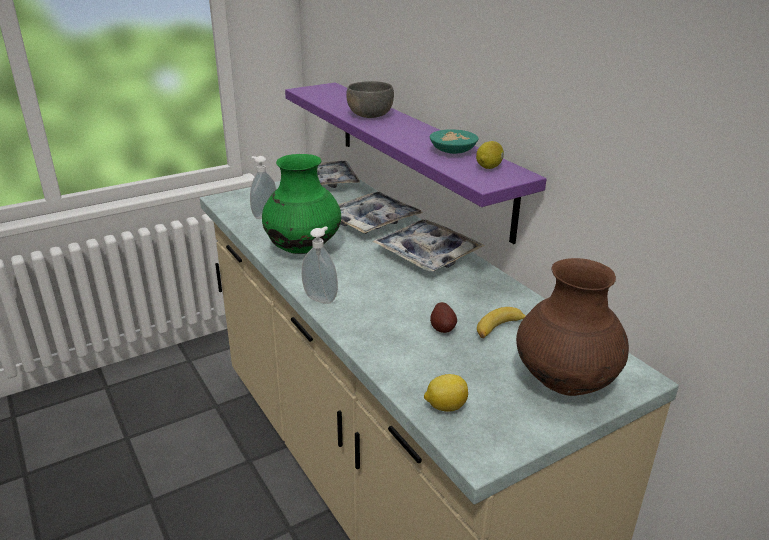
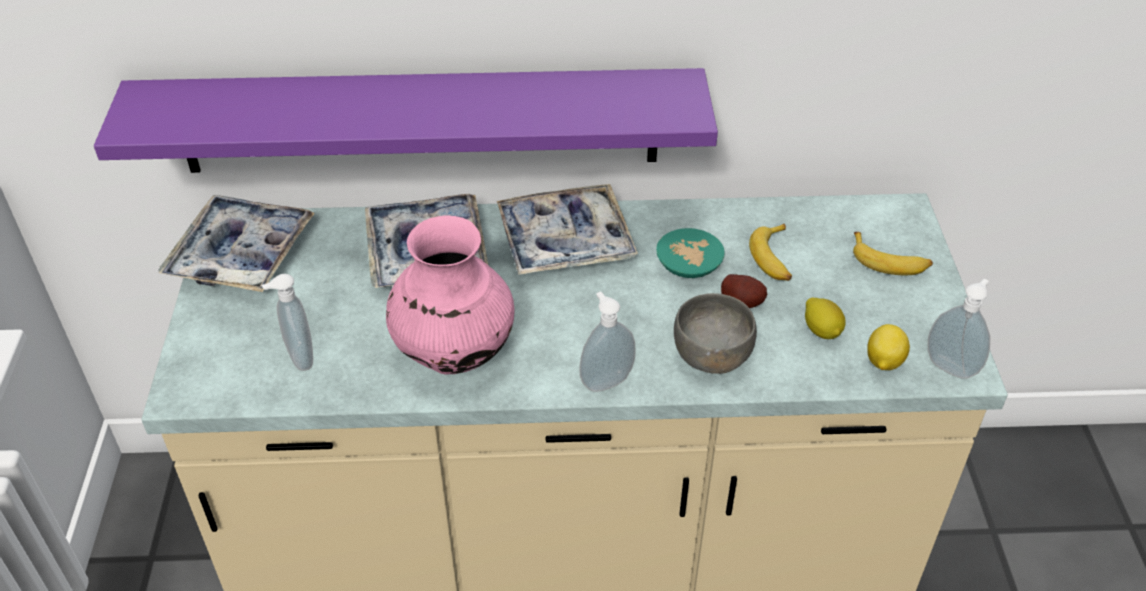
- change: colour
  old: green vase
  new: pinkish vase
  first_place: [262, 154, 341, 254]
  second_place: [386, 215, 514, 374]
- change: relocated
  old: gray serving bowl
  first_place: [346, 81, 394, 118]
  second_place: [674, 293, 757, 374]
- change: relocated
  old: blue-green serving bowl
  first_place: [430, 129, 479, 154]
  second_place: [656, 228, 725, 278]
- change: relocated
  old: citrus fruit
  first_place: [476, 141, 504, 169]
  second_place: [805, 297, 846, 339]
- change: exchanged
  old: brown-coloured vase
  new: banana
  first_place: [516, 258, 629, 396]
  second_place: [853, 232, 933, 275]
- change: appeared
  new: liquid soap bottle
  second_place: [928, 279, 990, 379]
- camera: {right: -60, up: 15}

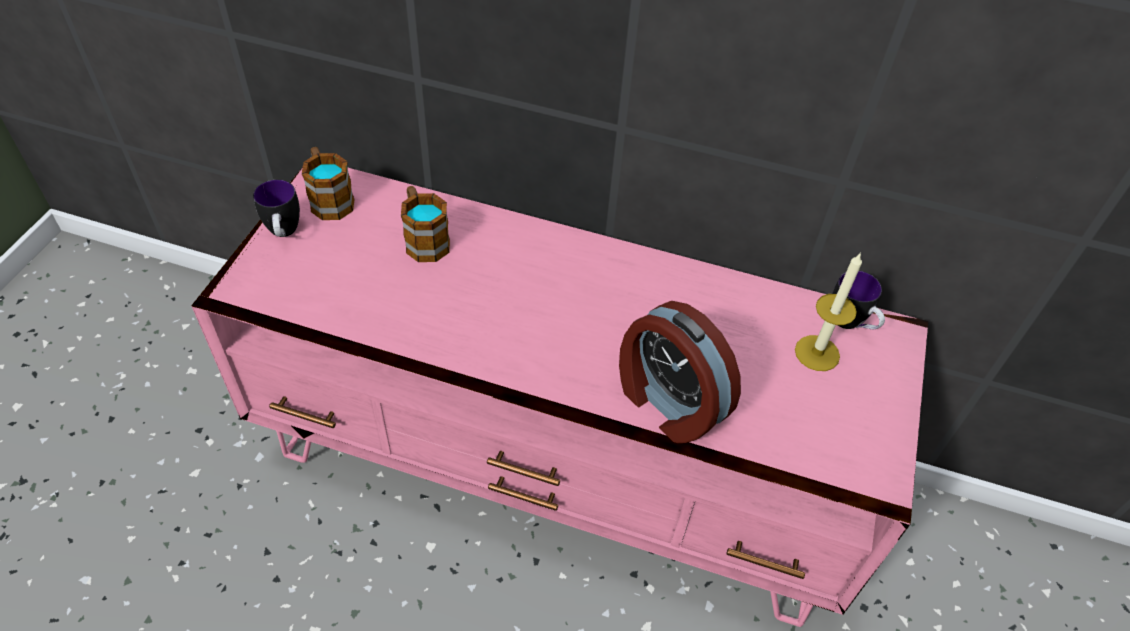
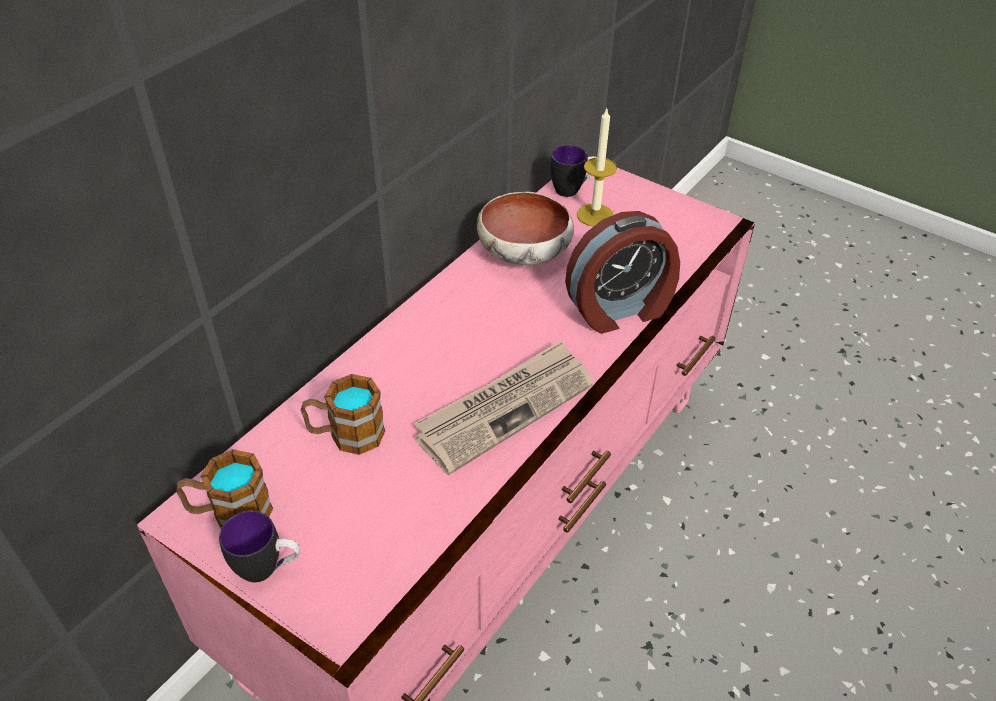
- change: appeared
  new: printed paper
  second_place: [414, 340, 593, 475]
- change: appeared
  new: serving bowl
  second_place: [477, 192, 574, 265]
- camera: {right: -70, up: -5}

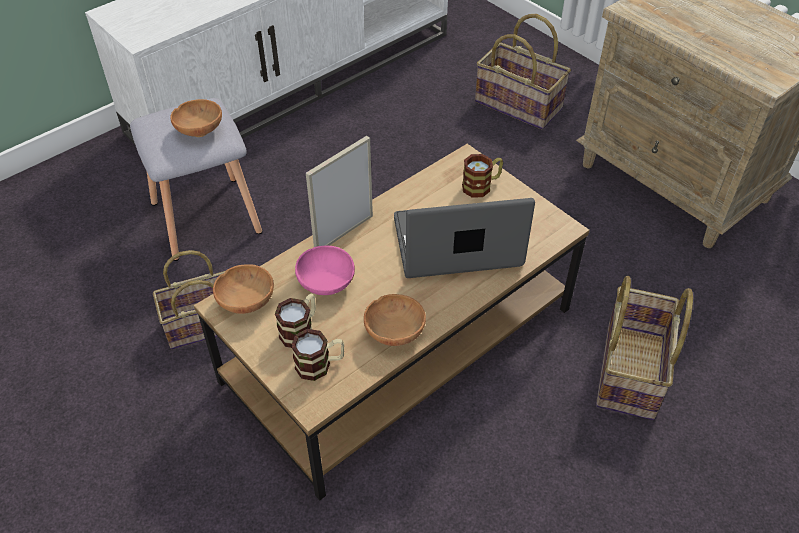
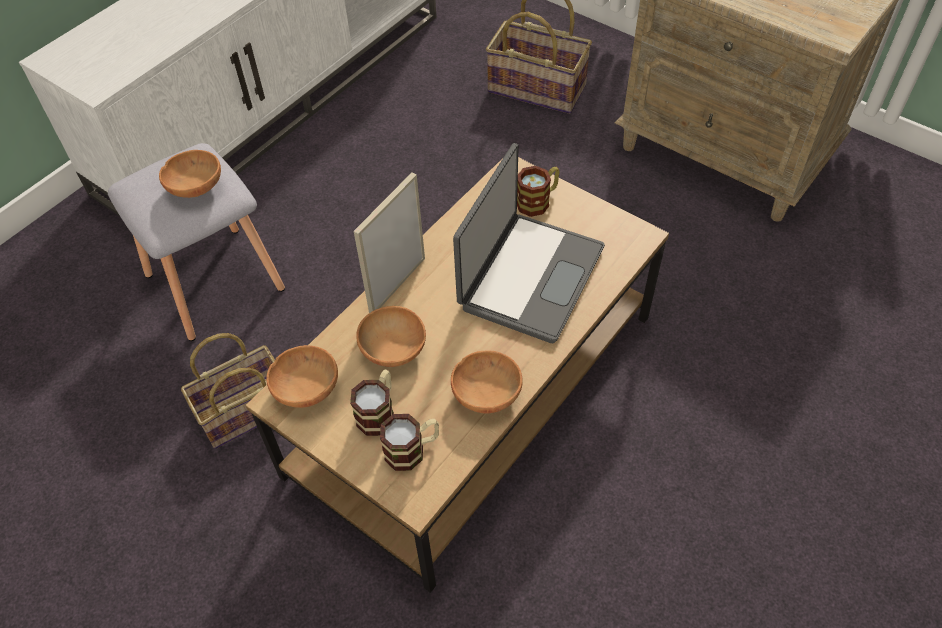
- change: colour
  old: pinkish serving bowl
  new: brown-coloured serving bowl
  first_place: [295, 246, 355, 295]
  second_place: [356, 306, 426, 367]
- change: spun
  old: portable computer
  first_place: [394, 198, 535, 278]
  second_place: [453, 143, 605, 343]
  degrees: 135
- change: missing
  old: storage basket
  first_place: [596, 276, 693, 420]
- camera: {right: -10, up: 5}

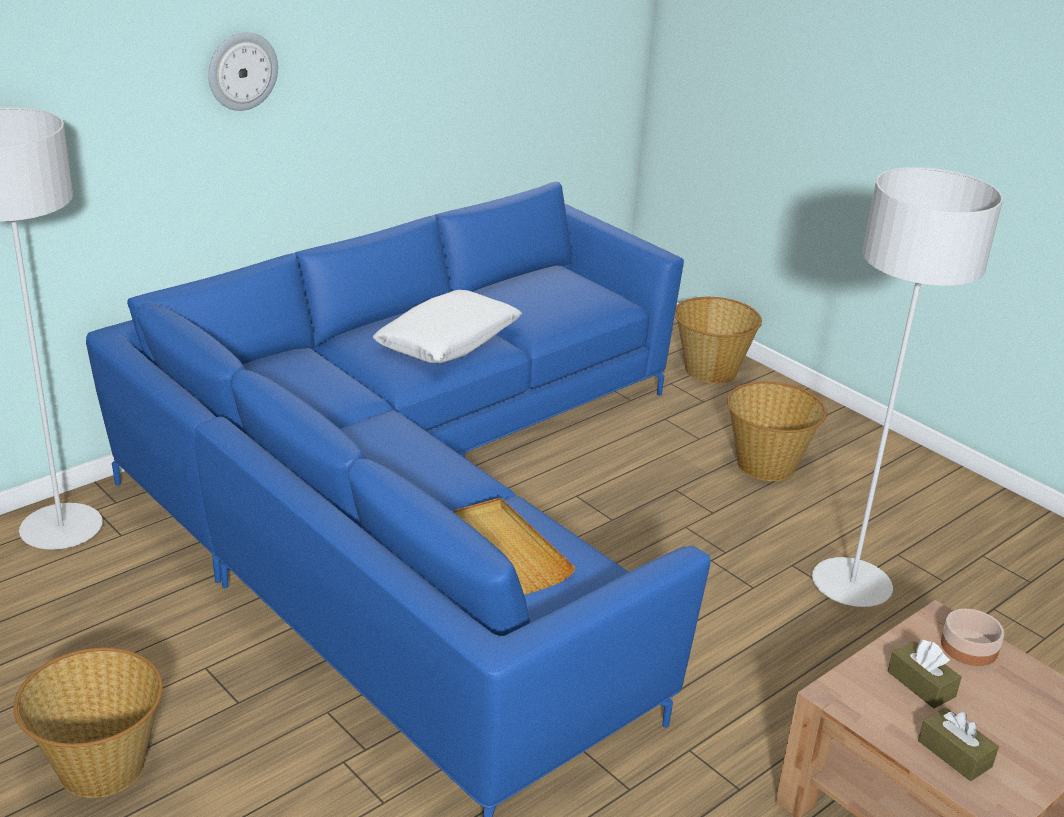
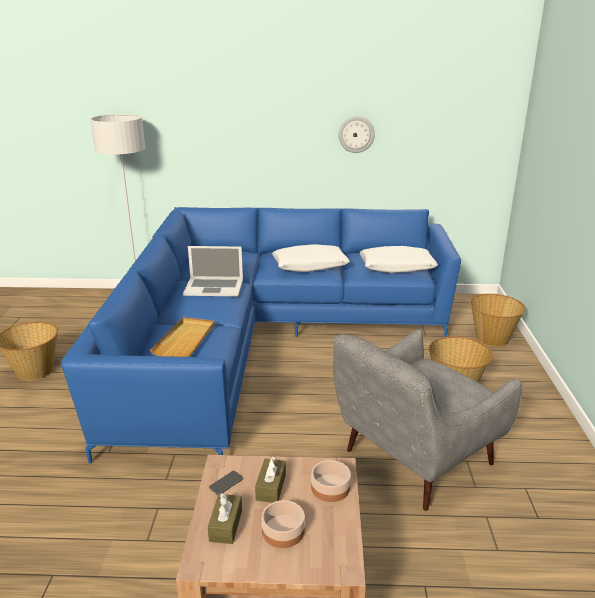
- change: relocated
  old: hanging clock
  first_place: [208, 32, 278, 111]
  second_place: [339, 116, 375, 153]
- change: exchanged
  old: gray standing lamp
  new: gray lounge chair
  first_place: [812, 167, 1003, 607]
  second_place: [333, 329, 523, 511]
- change: appeared
  new: portable computer
  second_place: [183, 246, 243, 296]
- change: appeared
  new: phone
  second_place: [209, 471, 243, 495]
- change: appeared
  new: serving bowl
  second_place: [262, 500, 305, 548]
- change: appeared
  new: white pillow
  second_place: [360, 246, 438, 273]
- camera: {right: 45, up: -5}

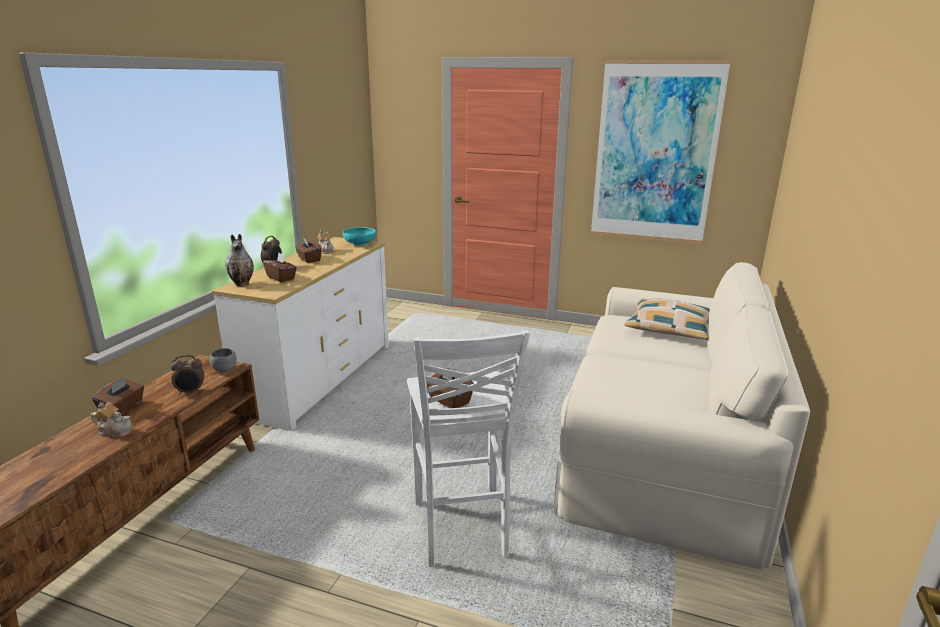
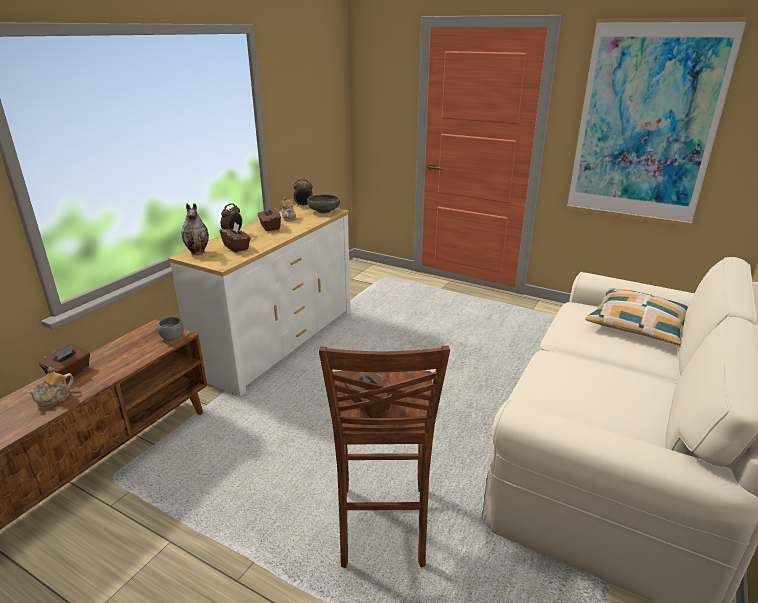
- change: spun
  old: tea pot
  first_place: [91, 402, 132, 437]
  second_place: [27, 367, 73, 407]
  degrees: 105
- change: relocated
  old: table clock
  first_place: [170, 355, 204, 395]
  second_place: [293, 179, 313, 207]
- change: colour
  old: blue-green serving bowl
  new: gray serving bowl
  first_place: [343, 227, 376, 246]
  second_place: [307, 194, 340, 213]
- change: colour
  old: white sitting stool
  new: brown-coloured sitting stool
  first_place: [407, 330, 530, 567]
  second_place: [319, 346, 450, 568]
- camera: {right: 10, up: 5}

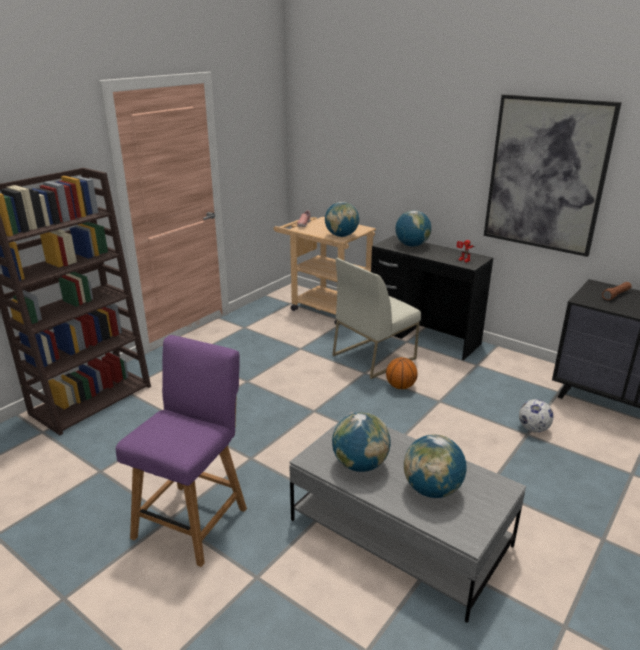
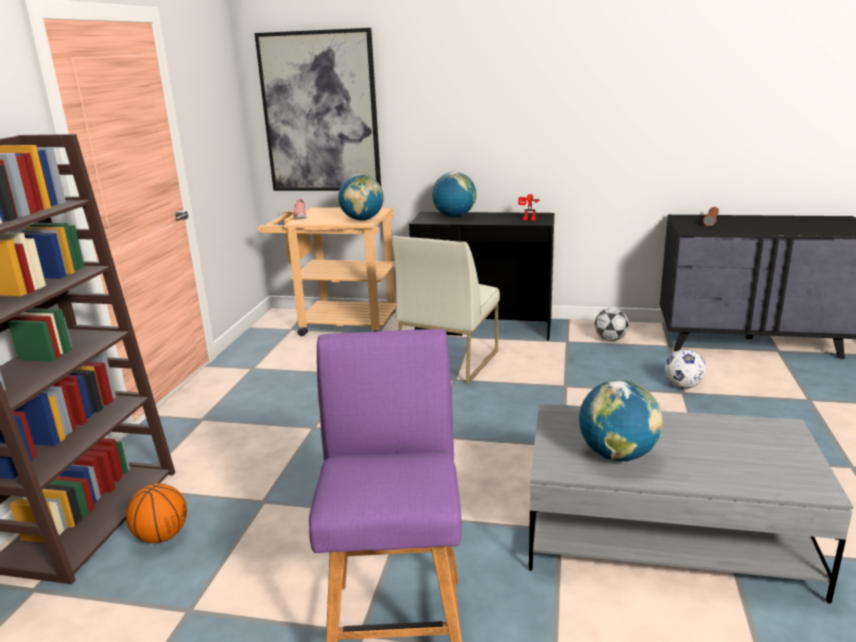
- change: relocated
  old: basketball ball
  first_place: [386, 357, 418, 389]
  second_place: [126, 483, 187, 543]
- change: missing
  old: desk globe
  first_place: [404, 435, 467, 498]
- change: relocated
  old: wall art
  first_place: [484, 94, 622, 257]
  second_place: [255, 28, 381, 191]
- change: appeared
  new: football ball
  second_place: [595, 308, 629, 341]
- camera: {right: -25, up: -5}

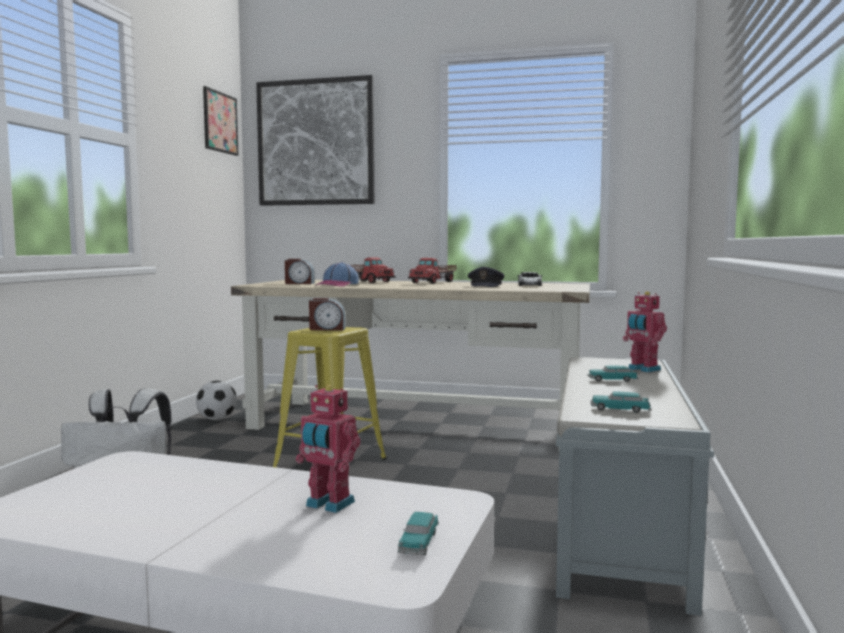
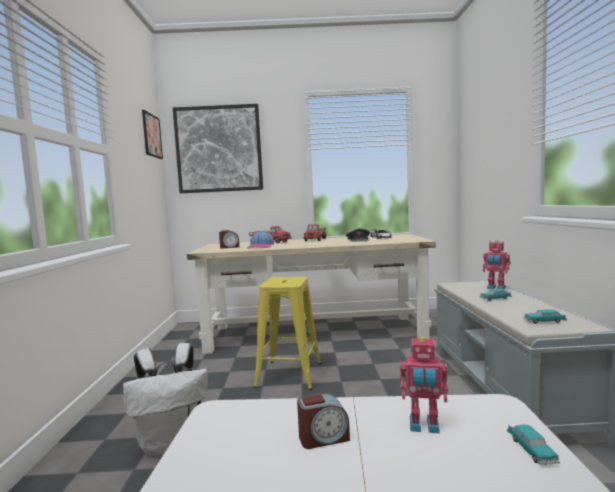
- change: missing
  old: football ball
  first_place: [196, 381, 237, 420]
- change: relocated
  old: table clock
  first_place: [309, 298, 346, 330]
  second_place: [297, 393, 350, 449]
- camera: {right: -15, up: 0}

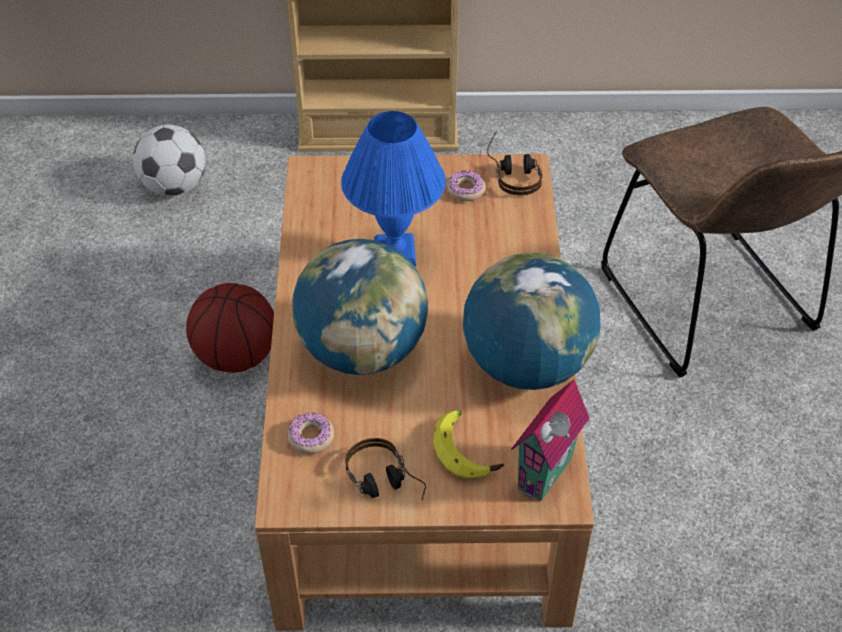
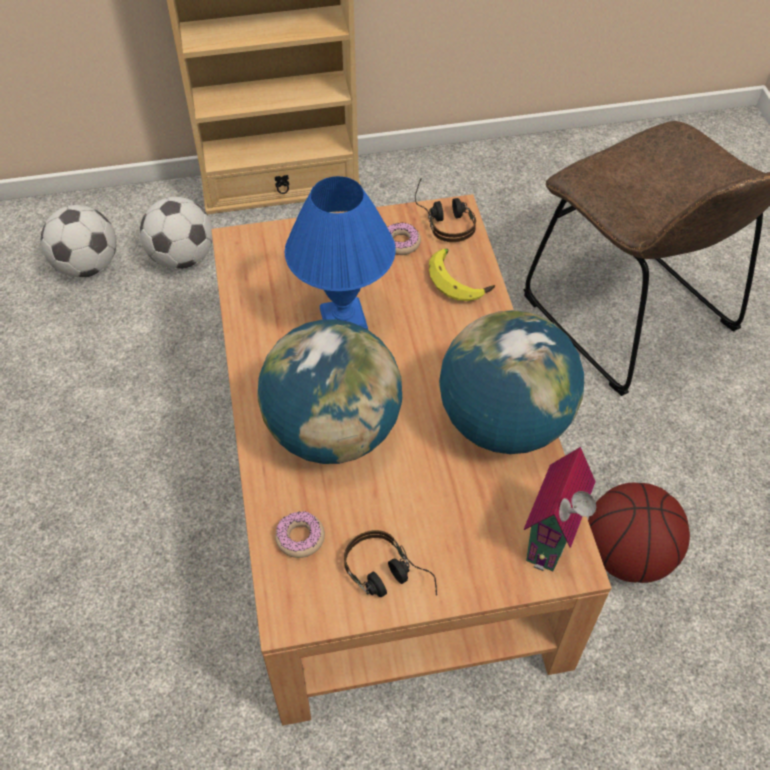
- change: relocated
  old: basketball ball
  first_place: [186, 283, 274, 373]
  second_place: [588, 483, 690, 583]
- change: relocated
  old: banana
  first_place: [433, 410, 504, 479]
  second_place: [429, 249, 495, 301]
- change: appeared
  new: football ball
  second_place: [140, 197, 213, 269]
- camera: {right: -10, up: 5}

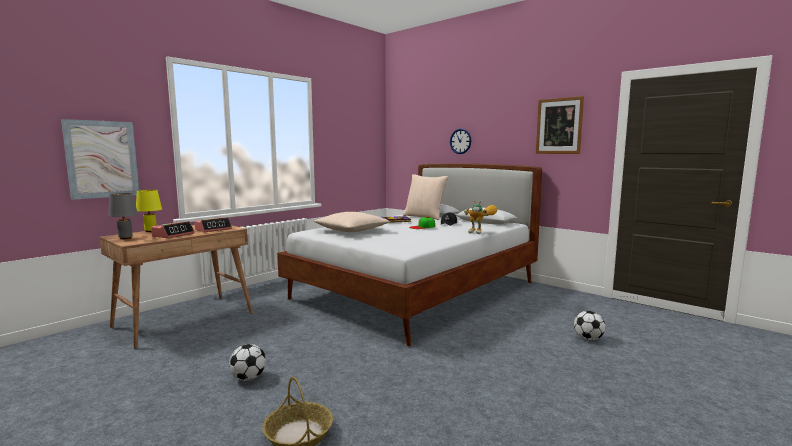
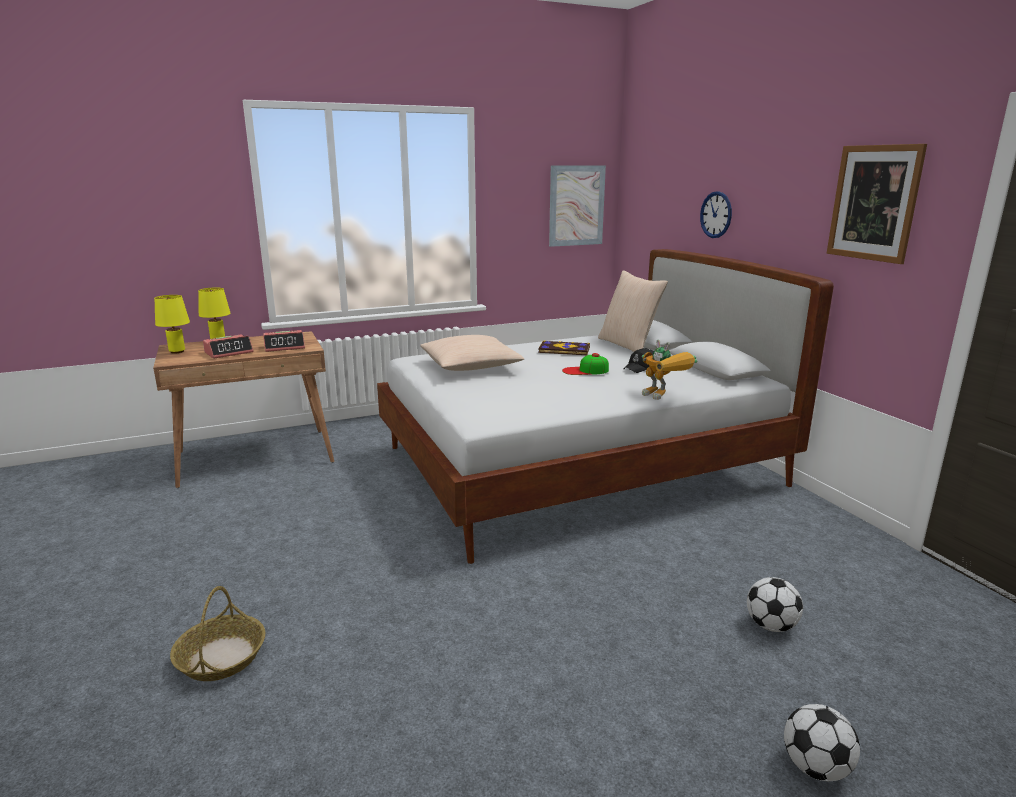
- change: relocated
  old: wall art
  first_place: [61, 119, 139, 200]
  second_place: [549, 166, 606, 247]
- change: colour
  old: gray lamp for a table
  new: yellow-coloured lamp for a table
  first_place: [108, 193, 138, 239]
  second_place: [154, 295, 190, 354]
- change: relocated
  old: football ball
  first_place: [229, 344, 266, 381]
  second_place: [784, 704, 860, 781]
- camera: {right: 25, up: 10}

